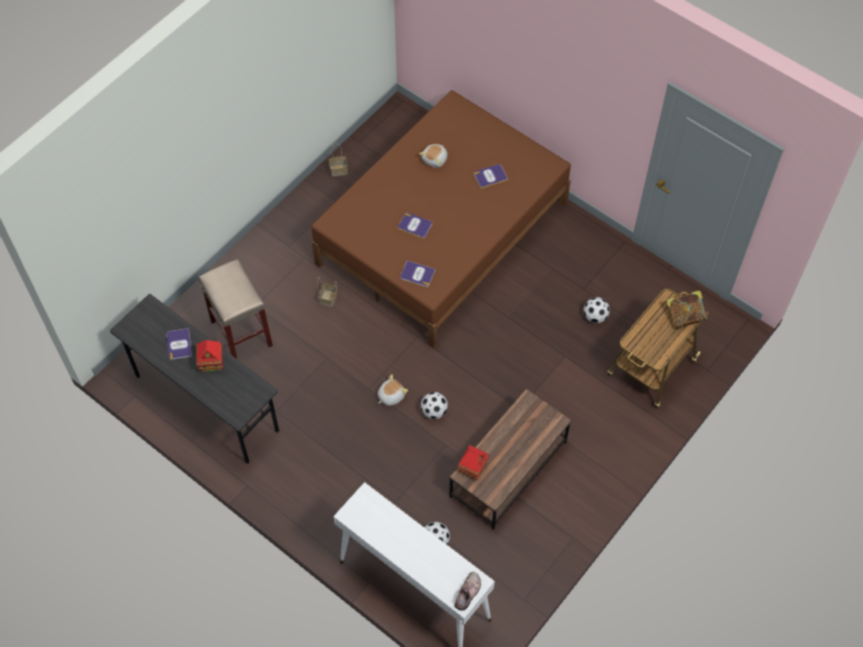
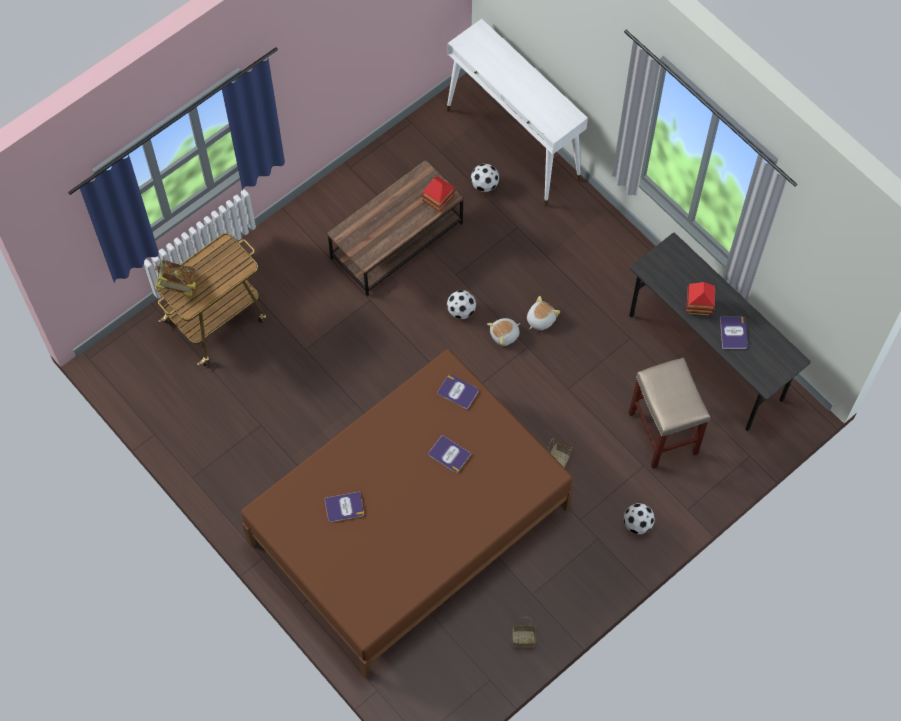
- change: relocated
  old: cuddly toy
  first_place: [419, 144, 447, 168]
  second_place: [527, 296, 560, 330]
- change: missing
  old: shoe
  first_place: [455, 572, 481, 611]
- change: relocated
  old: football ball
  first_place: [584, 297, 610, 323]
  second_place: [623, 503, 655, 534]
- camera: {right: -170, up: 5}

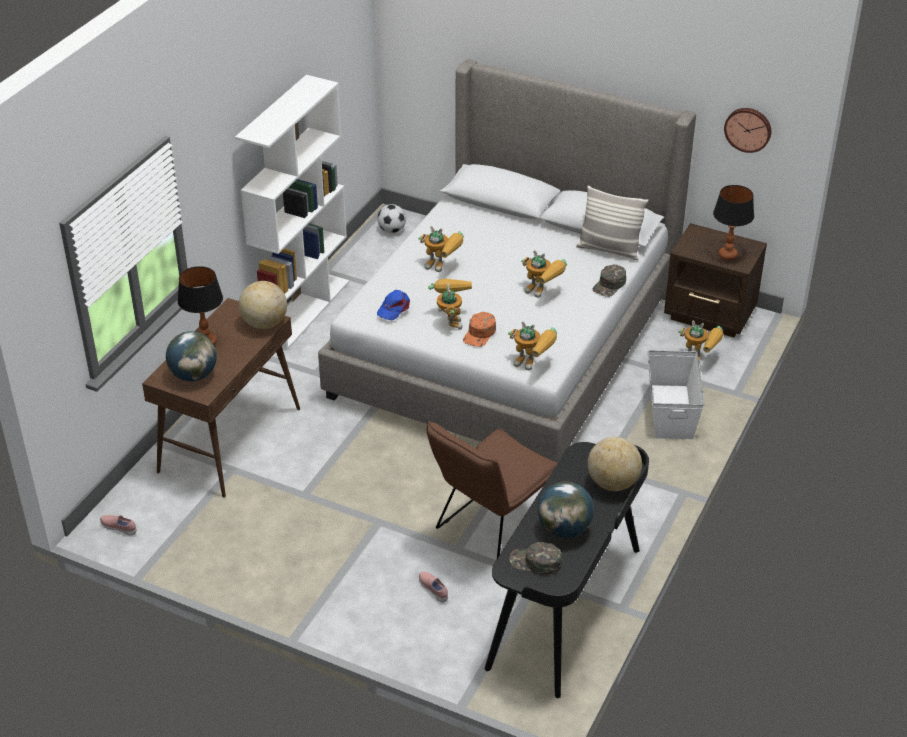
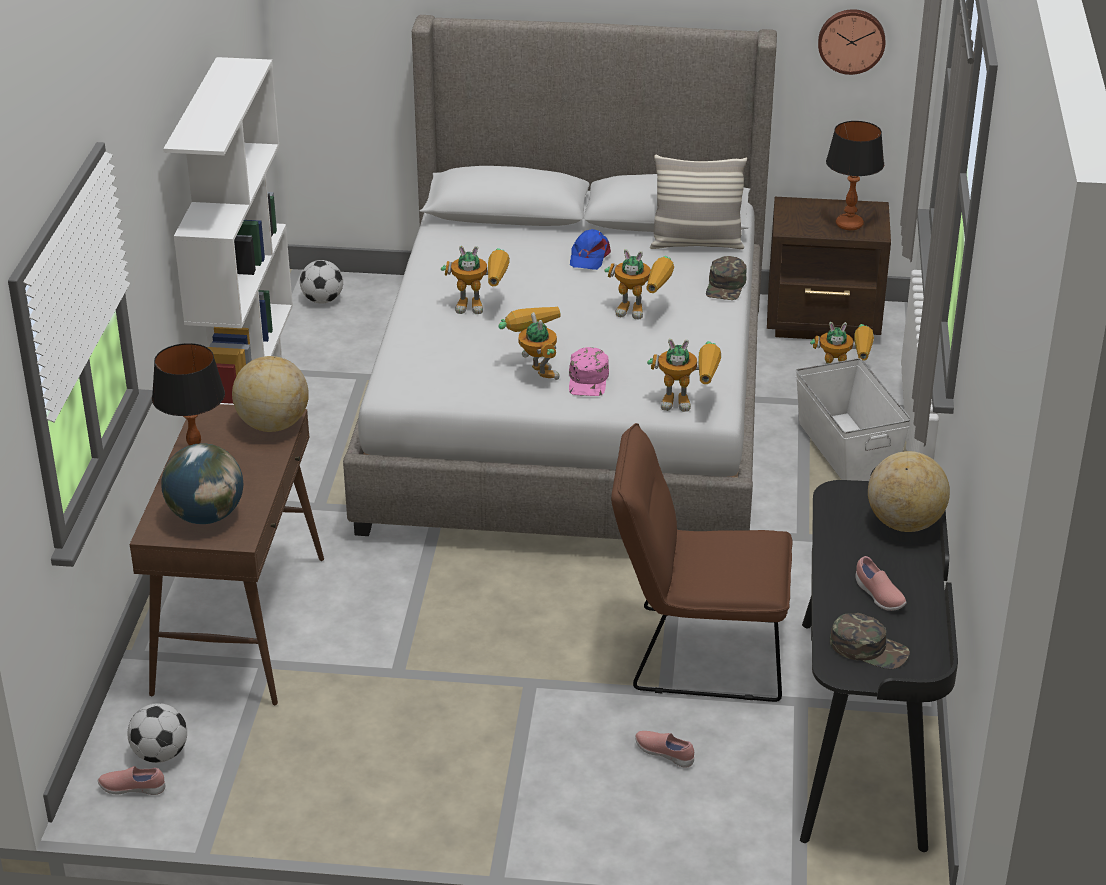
- change: relocated
  old: blue-coloured cap
  first_place: [377, 290, 410, 320]
  second_place: [570, 229, 611, 270]
- change: spun
  old: brown-coloured chair
  first_place: [427, 420, 558, 558]
  second_place: [611, 423, 793, 702]
  degrees: 75
- change: colour
  old: orange-coloured cap
  new: pinkish cap
  first_place: [463, 312, 496, 347]
  second_place: [569, 347, 609, 396]
- change: spun
  old: green cap
  first_place: [510, 542, 562, 575]
  second_place: [830, 613, 910, 669]
  degrees: -150
- change: exchanged
  old: desk globe
  new: pinkish shoe
  first_place: [538, 481, 594, 538]
  second_place: [855, 556, 907, 611]
- change: appeared
  new: football ball
  second_place: [127, 703, 187, 763]
- camera: {right: -20, up: -5}

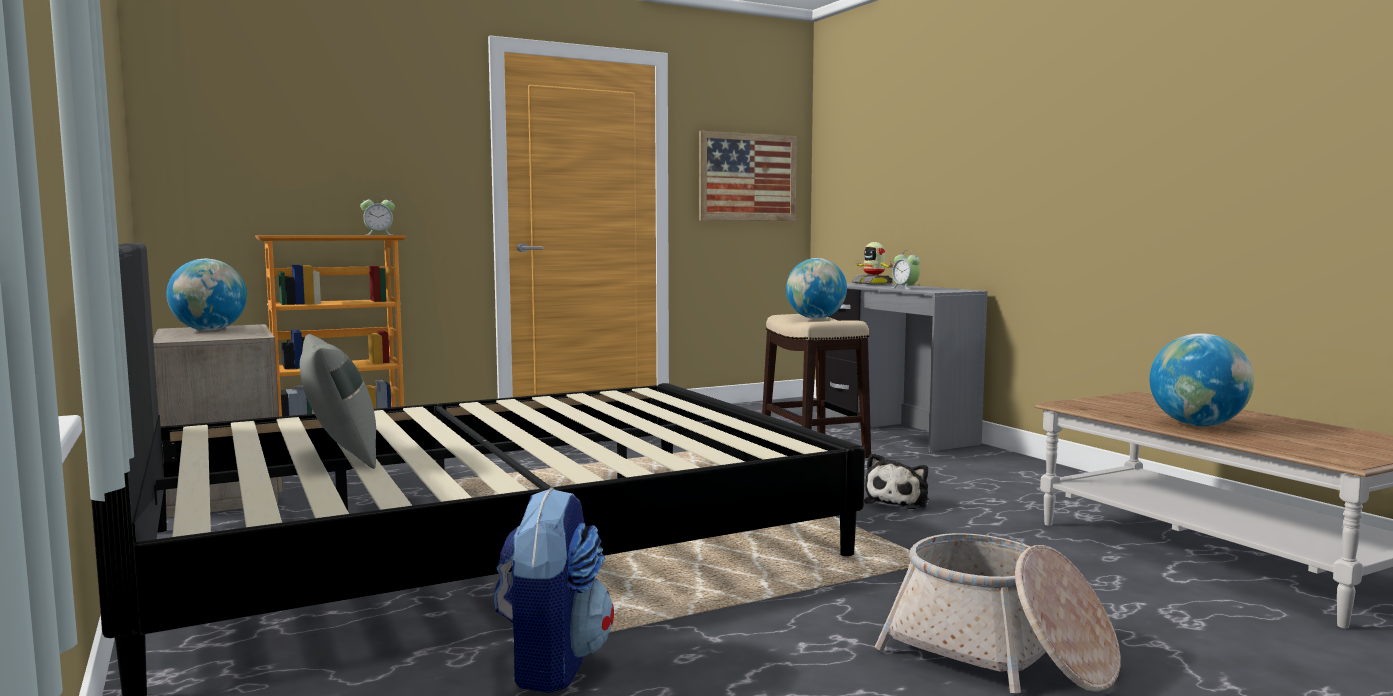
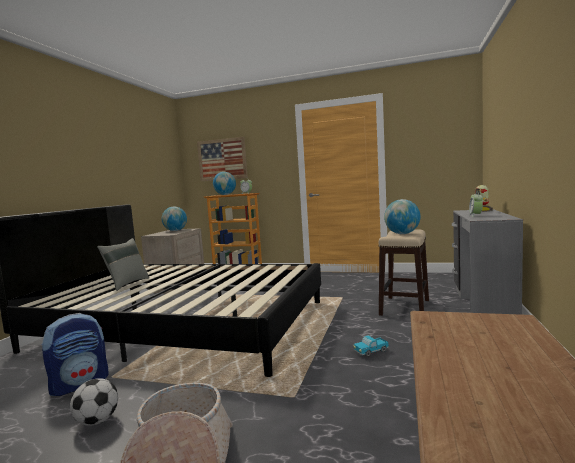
- change: relocated
  old: wall art
  first_place: [699, 131, 797, 221]
  second_place: [197, 137, 248, 181]
- change: exchanged
  old: cuddly toy
  new: toy lorry
  first_place: [864, 453, 929, 509]
  second_place: [353, 336, 389, 357]
- change: relocated
  old: desk globe
  first_place: [1149, 333, 1254, 426]
  second_place: [213, 172, 236, 195]
- change: appeared
  new: football ball
  second_place: [70, 378, 118, 426]
- camera: {right: 45, up: 0}

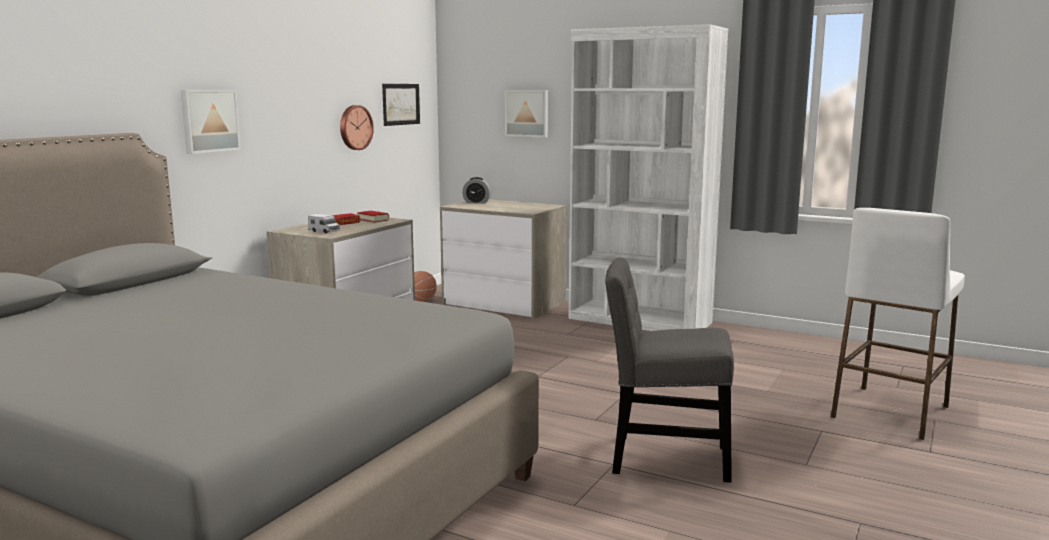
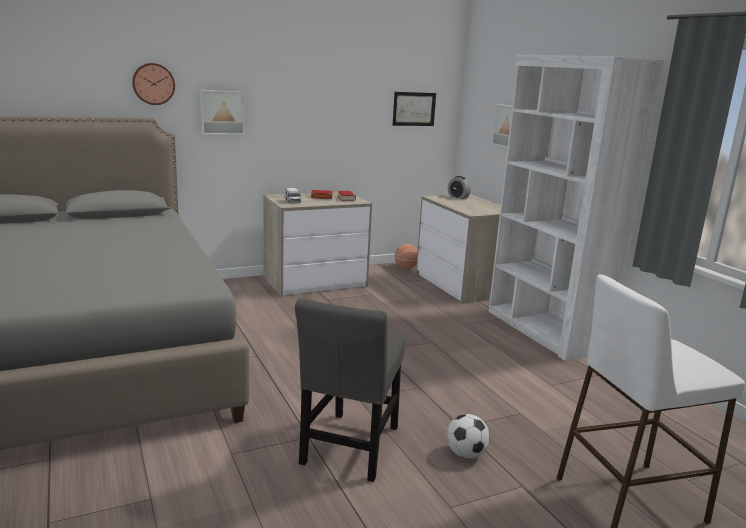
- change: relocated
  old: hanging clock
  first_place: [340, 105, 374, 150]
  second_place: [132, 63, 175, 105]
- change: spun
  old: gray chair
  first_place: [605, 257, 734, 482]
  second_place: [295, 298, 405, 482]
  degrees: -120
- change: appeared
  new: football ball
  second_place: [446, 414, 490, 458]
- camera: {right: 35, up: 5}

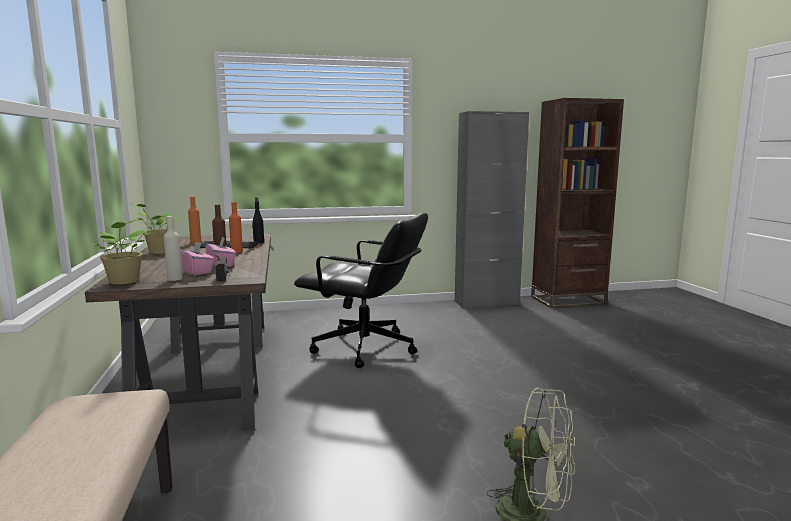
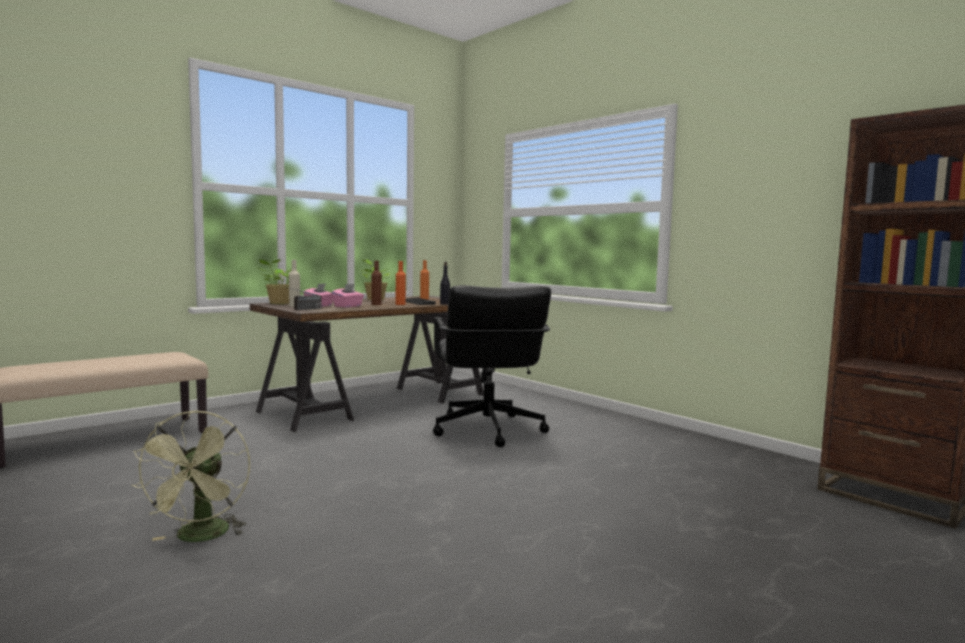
- change: missing
  old: gray cupboard
  first_place: [455, 111, 529, 309]
- camera: {right: 60, up: -5}

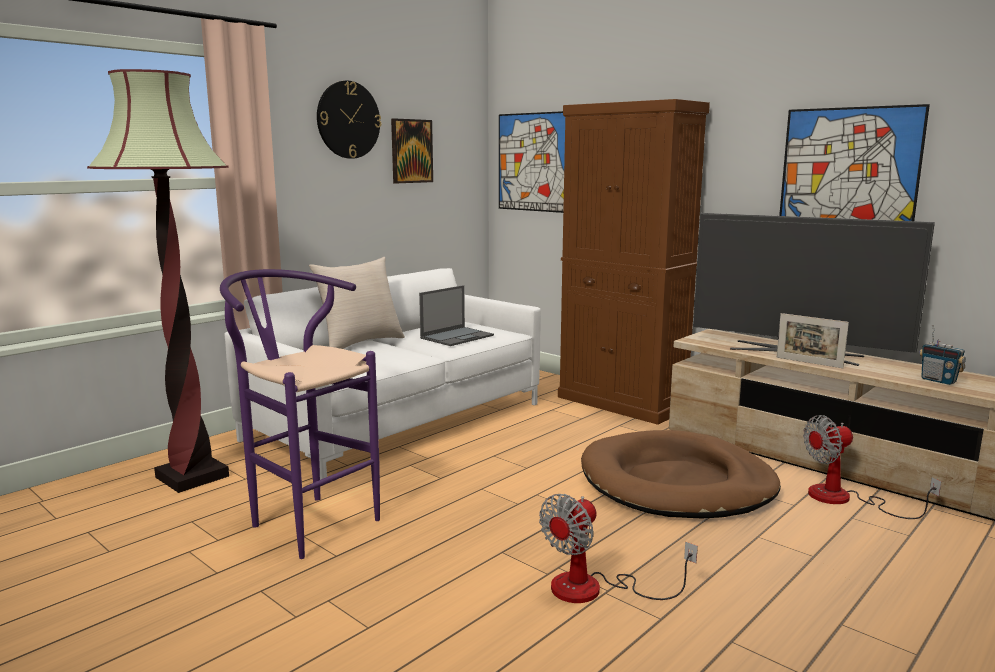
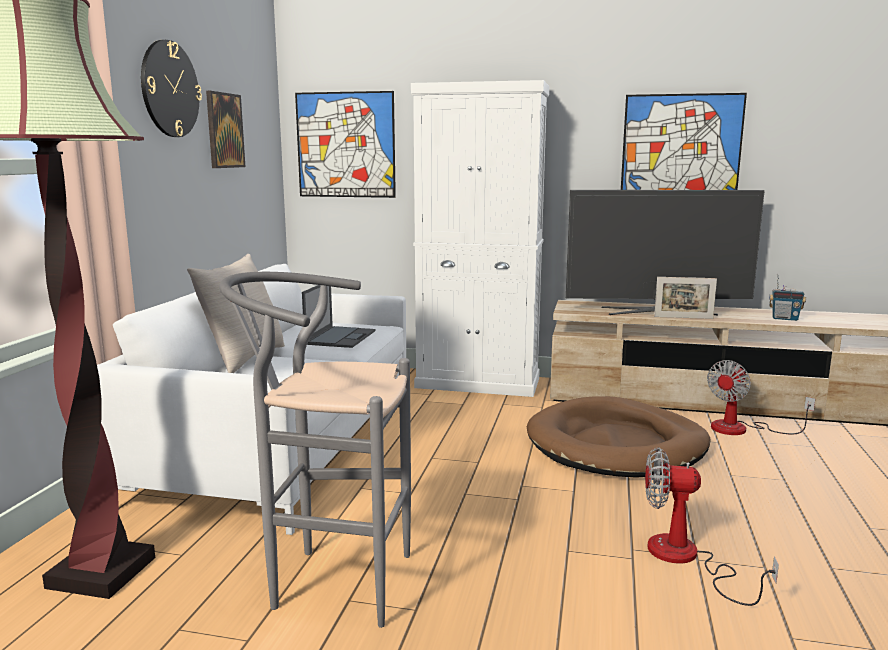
- change: colour
  old: purplish sitting stool
  new: gray sitting stool
  first_place: [220, 269, 380, 559]
  second_place: [219, 272, 411, 628]
- change: spun
  old: fan
  first_place: [539, 494, 698, 603]
  second_place: [645, 447, 779, 606]
  degrees: 90
- change: colour
  old: brown-coloured cupboard
  new: white cupboard
  first_place: [558, 99, 710, 425]
  second_place: [411, 80, 549, 397]
- camera: {right: -30, up: 0}

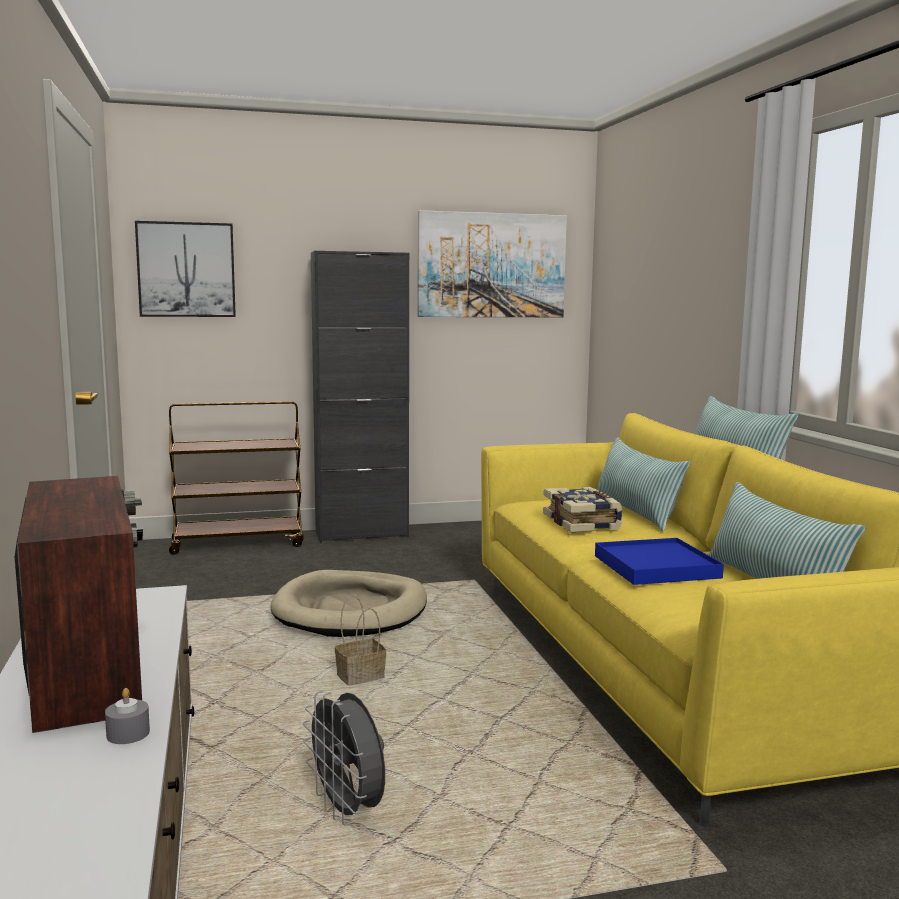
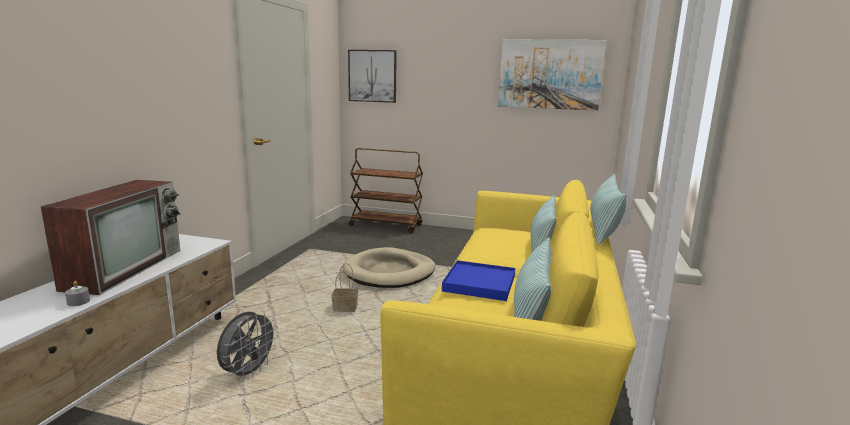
- change: spun
  old: gray fan
  first_place: [303, 691, 385, 825]
  second_place: [217, 311, 278, 381]
  degrees: -150
- change: missing
  old: black cupboard
  first_place: [311, 251, 409, 542]
- change: missing
  old: volume
  first_place: [543, 486, 623, 533]
- camera: {right: 30, up: 5}

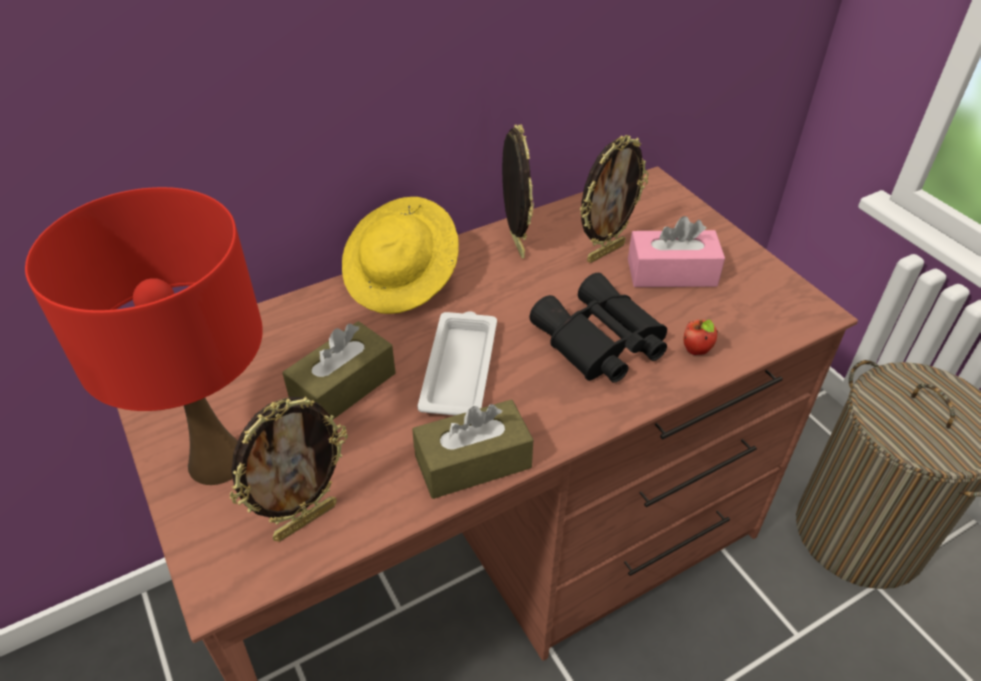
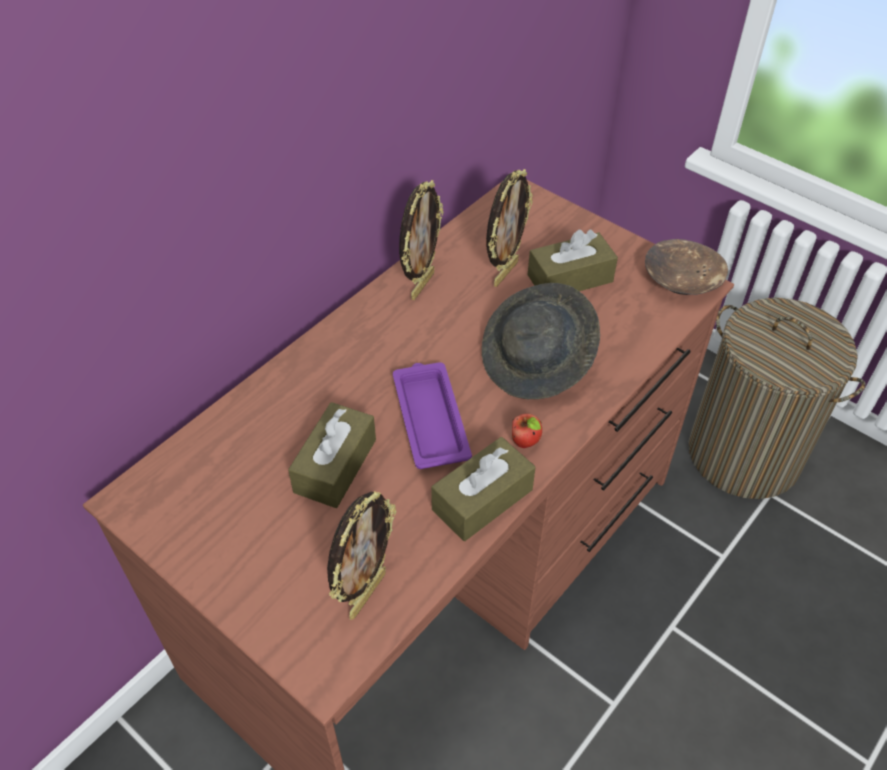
- change: missing
  old: red-coloured lamp for a table
  first_place: [25, 187, 263, 485]
- change: missing
  old: yellow-coloured clothing hat
  first_place: [342, 197, 459, 314]
- change: colour
  old: white tray
  new: purplish tray
  first_place: [417, 311, 497, 416]
  second_place: [393, 362, 472, 469]
- change: spun
  old: photo frame
  first_place: [502, 124, 534, 258]
  second_place: [399, 180, 443, 300]
  degrees: 60
- change: exchanged
  old: black field glasses
  new: gray clothing hat
  first_place: [530, 273, 667, 383]
  second_place: [482, 283, 600, 400]
- change: colour
  old: pinkish tissue box
  new: brown-coloured tissue box
  first_place: [628, 216, 725, 287]
  second_place: [528, 230, 618, 291]
- change: relocated
  old: apple
  first_place: [683, 319, 718, 355]
  second_place: [512, 414, 542, 448]
- change: appeared
  new: brown-coloured serving bowl
  second_place: [645, 239, 728, 295]
- camera: {right: -20, up: 5}

